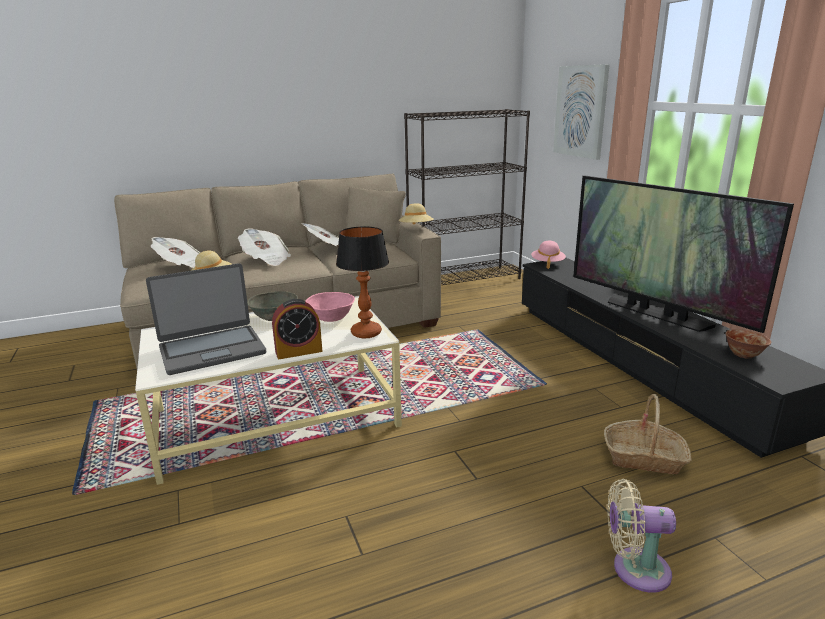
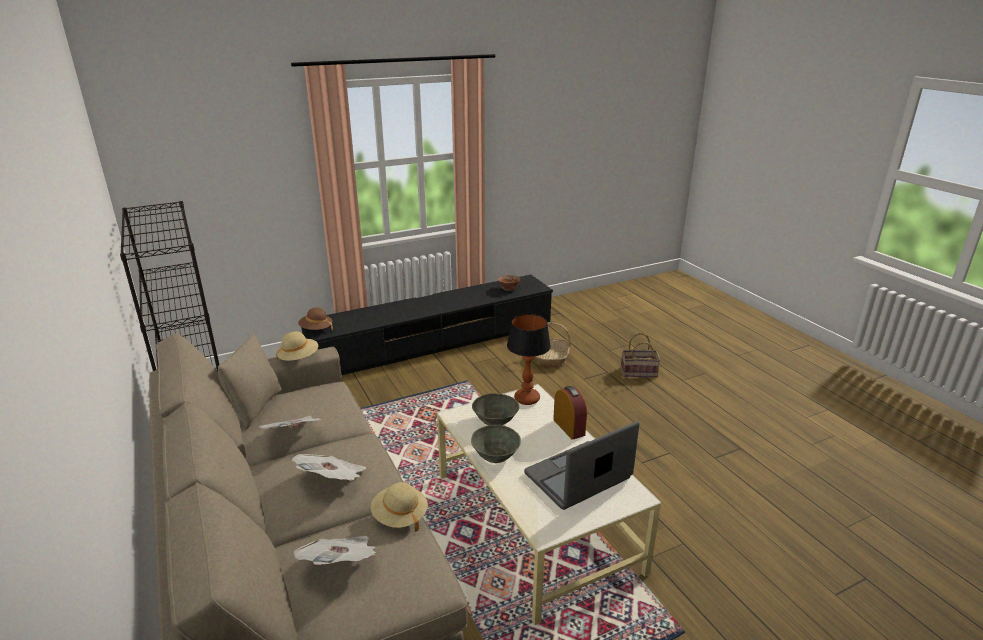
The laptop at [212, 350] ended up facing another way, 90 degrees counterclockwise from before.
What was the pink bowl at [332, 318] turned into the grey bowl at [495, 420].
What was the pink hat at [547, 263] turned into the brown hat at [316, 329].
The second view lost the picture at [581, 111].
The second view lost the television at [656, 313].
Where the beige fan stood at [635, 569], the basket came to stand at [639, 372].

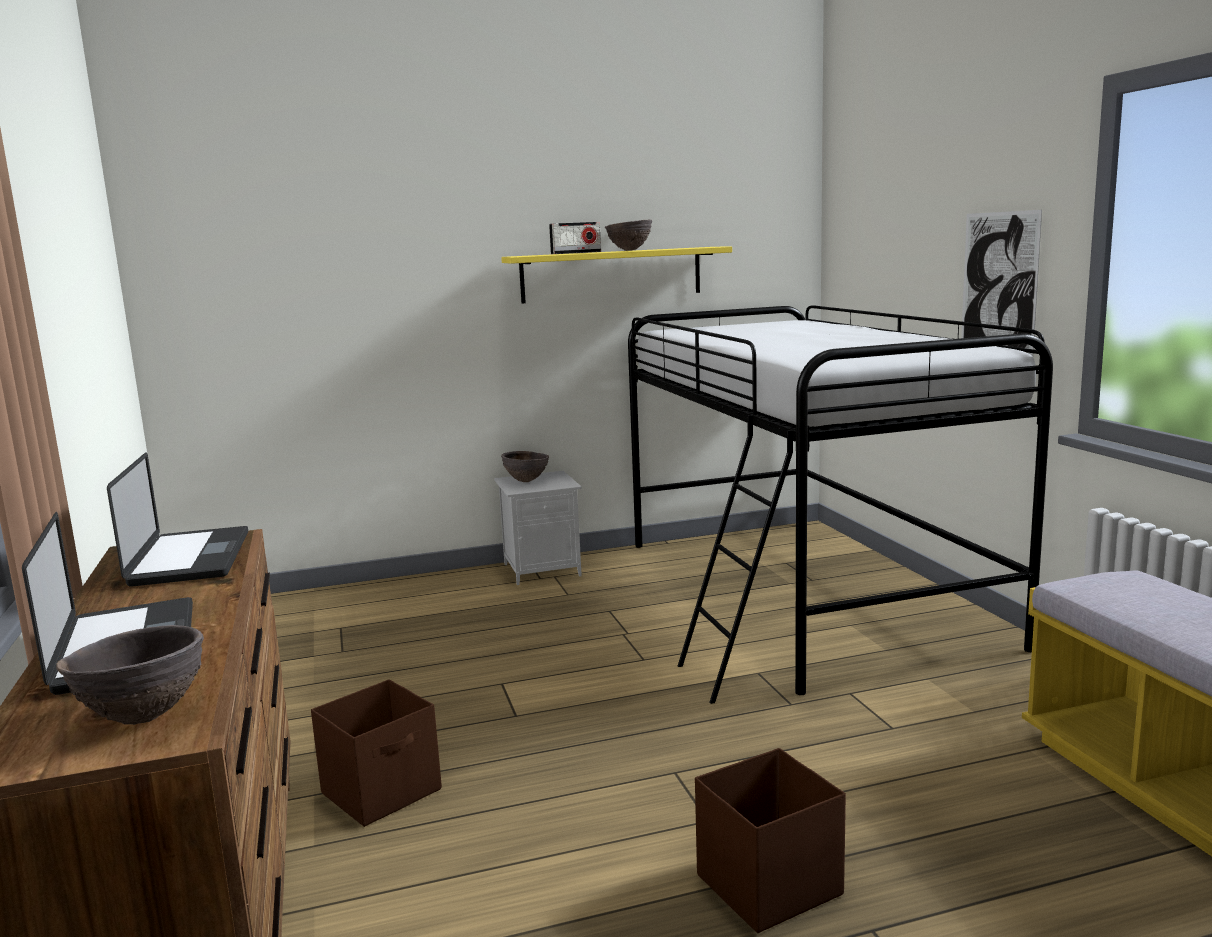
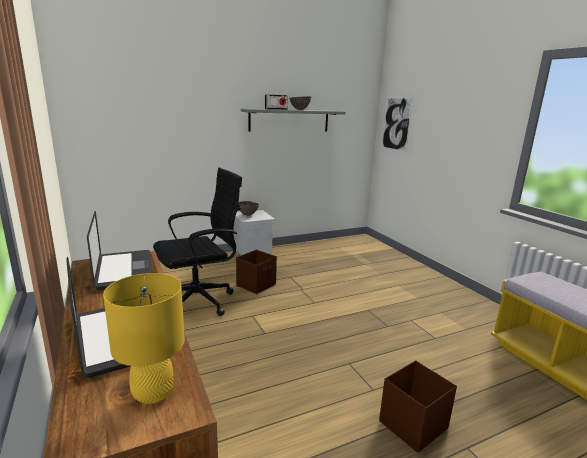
Where the brown bowl stood at [144, 716], the yellow table lamp came to stand at [154, 395].
The brown storage box ended up elsewhere, having gone from [383, 791] to [256, 285].
What was the yellow shelf at [611, 274] turned into the grey shelf at [289, 120].
The second view lost the black bed at [800, 592].
The picture ended up elsewhere, having gone from [998, 287] to [396, 123].
The second view gained the black office chair at [200, 301].

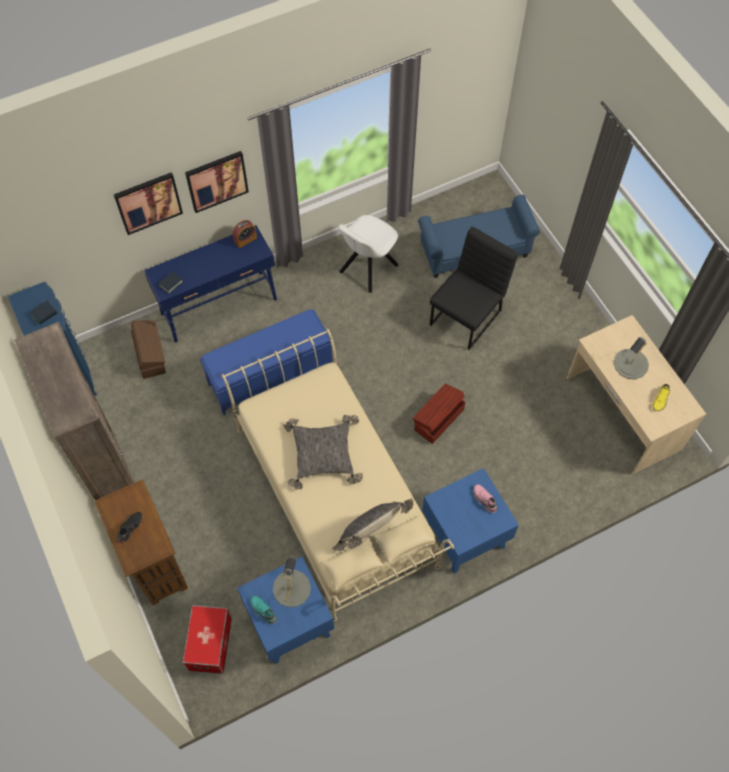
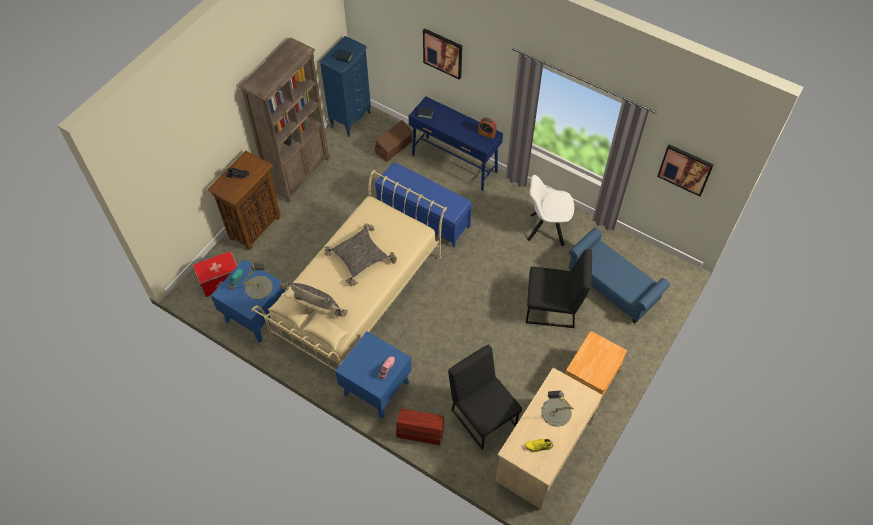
The picture ended up elsewhere, having gone from [217, 181] to [685, 169].
The brown storage box ended up elsewhere, having gone from [438, 419] to [419, 431].
The second view gained the black chair at [483, 416].
The second view gained the brown nightstand at [590, 379].

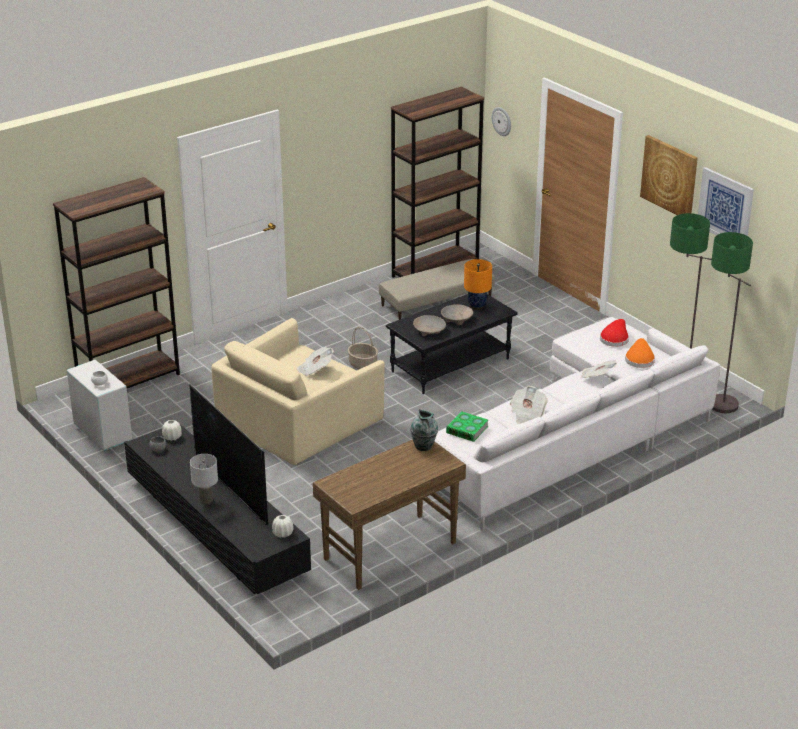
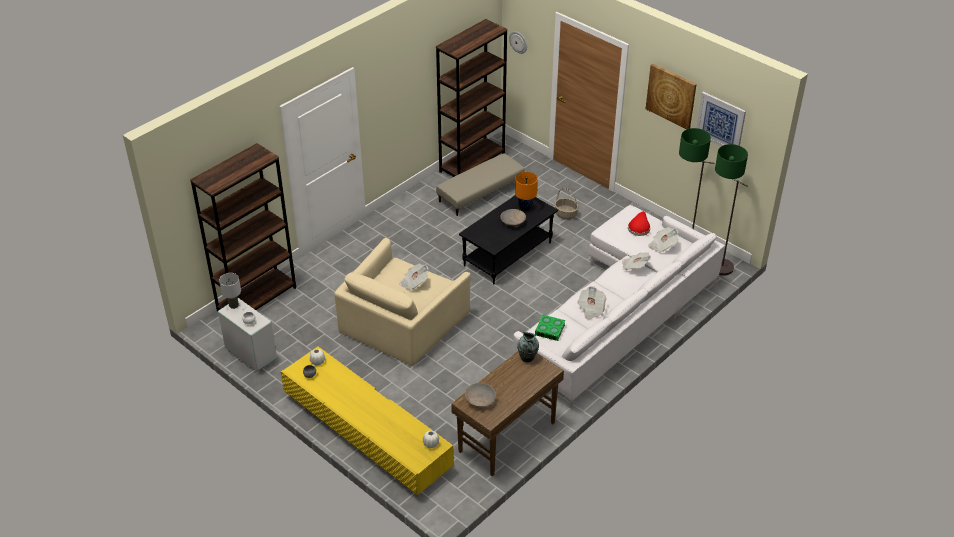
What was the black tv stand at [215, 528] turned into the yellow tv stand at [366, 433].
The second view lost the television at [231, 490].
The white table lamp ended up elsewhere, having gone from [207, 501] to [234, 305].
The basket ended up elsewhere, having gone from [363, 364] to [566, 214].
The beige bowl ended up elsewhere, having gone from [429, 330] to [480, 399].
Where the orange hat stood at [639, 359], the newspaper came to stand at [662, 245].

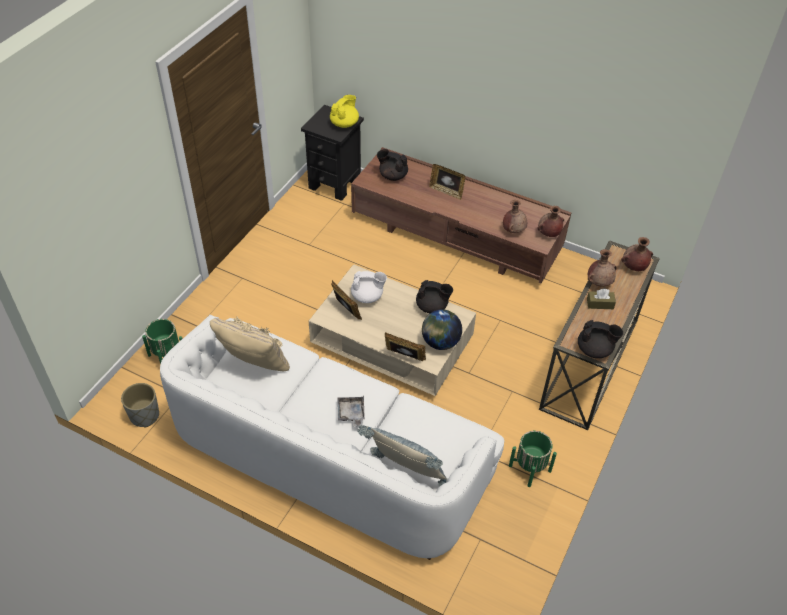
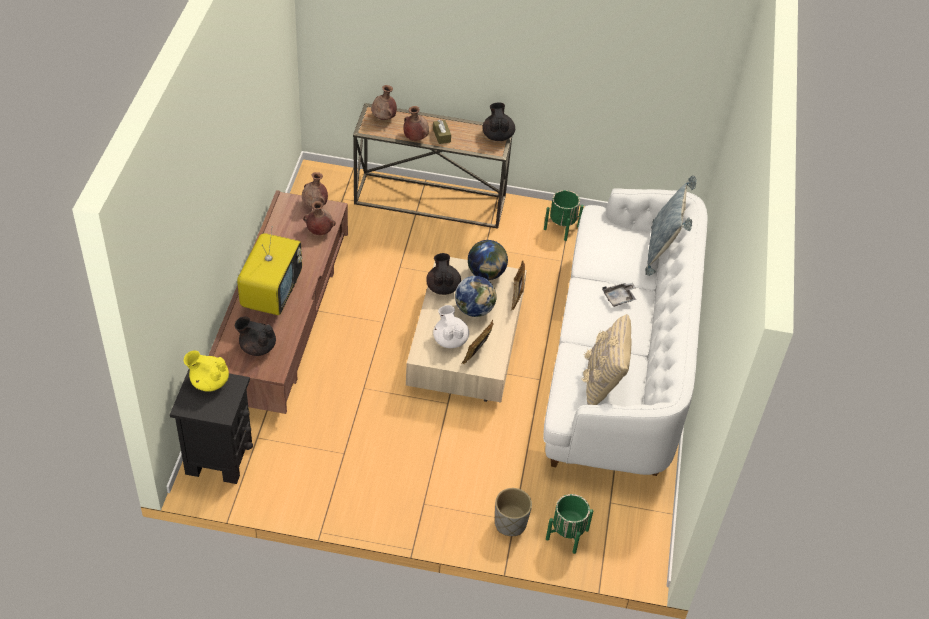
The grey planter ended up elsewhere, having gone from [144, 416] to [510, 523].
The black teapot at [392, 176] ended up facing another way, 105 degrees clockwise from before.
Where the picture frame stood at [446, 191], the television came to stand at [271, 293].
The second view gained the globe at [474, 309].

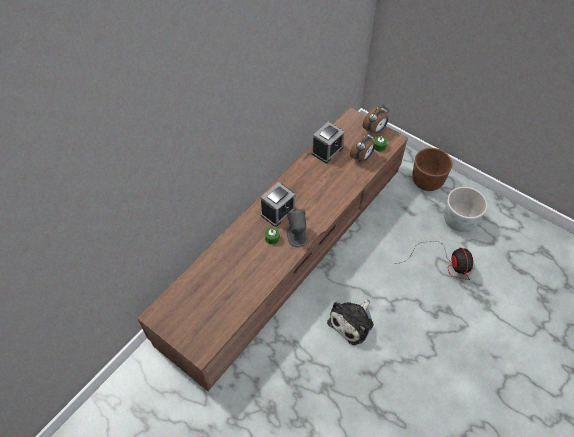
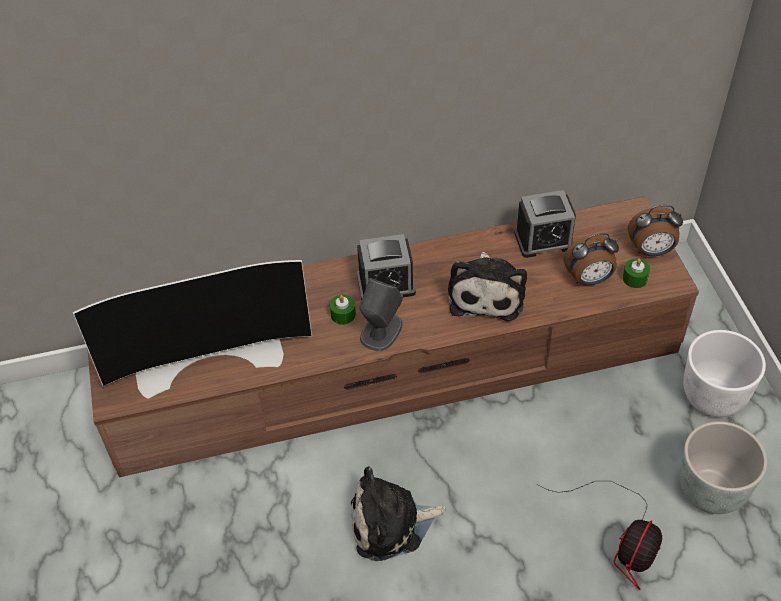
What was the brown planter at [427, 182] turned into the white planter at [714, 397].
The second view gained the television at [209, 356].
The second view gained the plush toy at [486, 293].

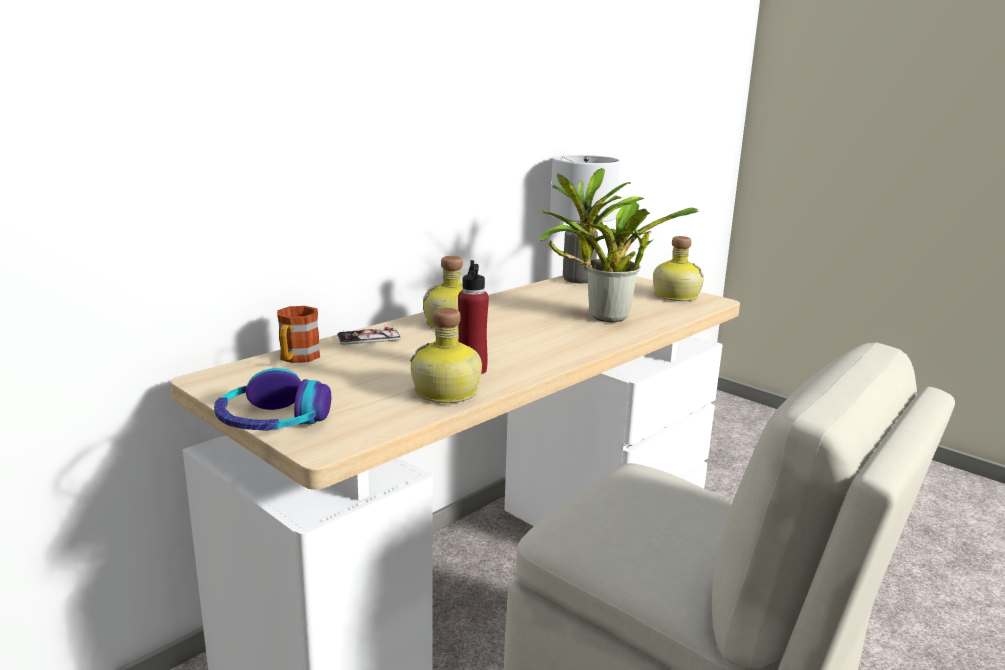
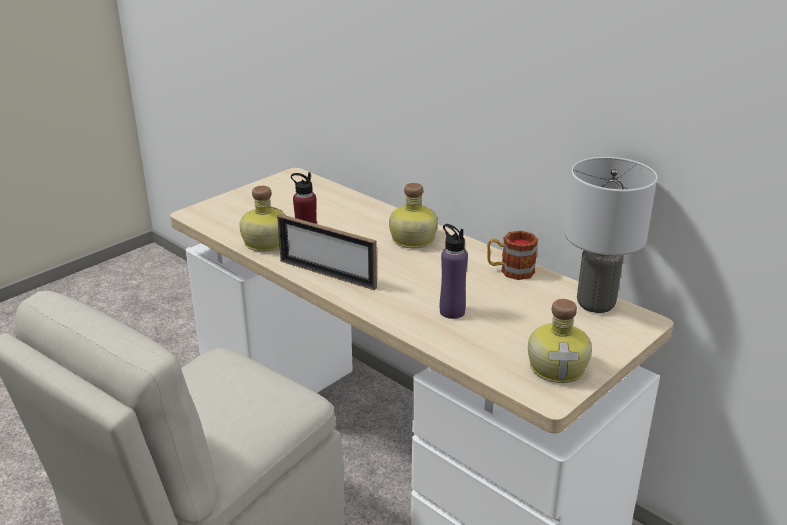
The second view lost the headphones at [272, 422].
The mug ended up elsewhere, having gone from [296, 359] to [510, 271].
The second view lost the phone at [368, 338].
Where the potted plant stood at [602, 317], the purple bottle came to stand at [452, 311].
The second view gained the picture frame at [327, 274].

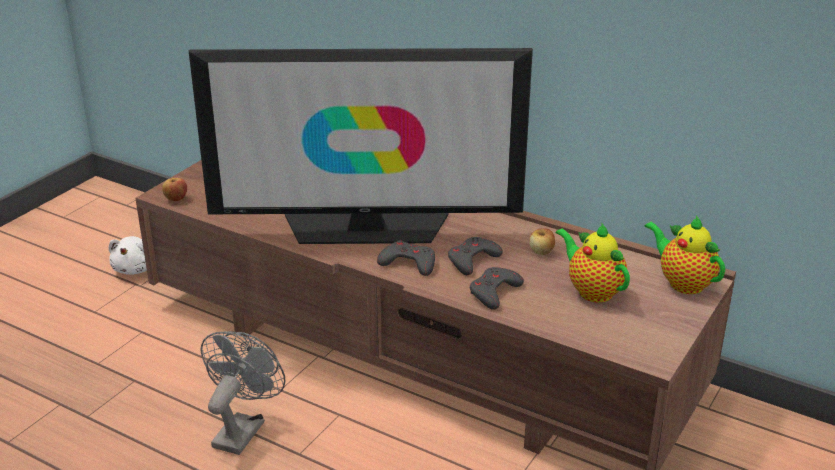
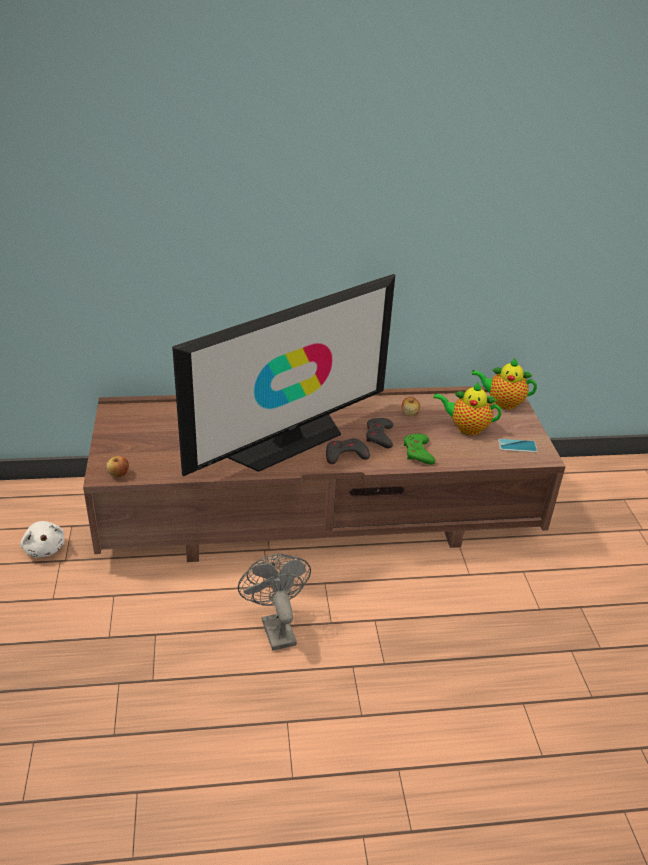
What was the grey game controller at [494, 292] turned into the green game controller at [418, 452].
The second view gained the phone at [517, 446].

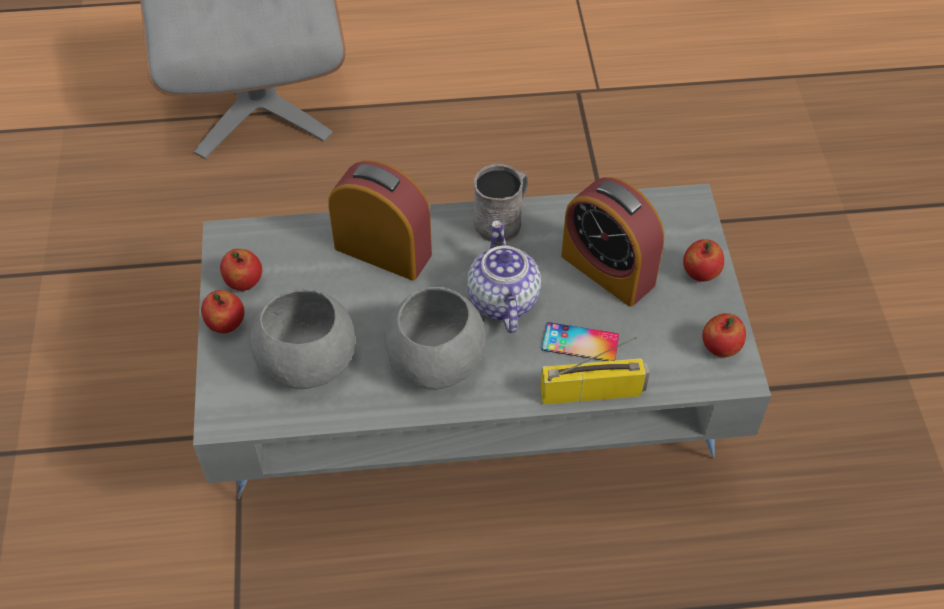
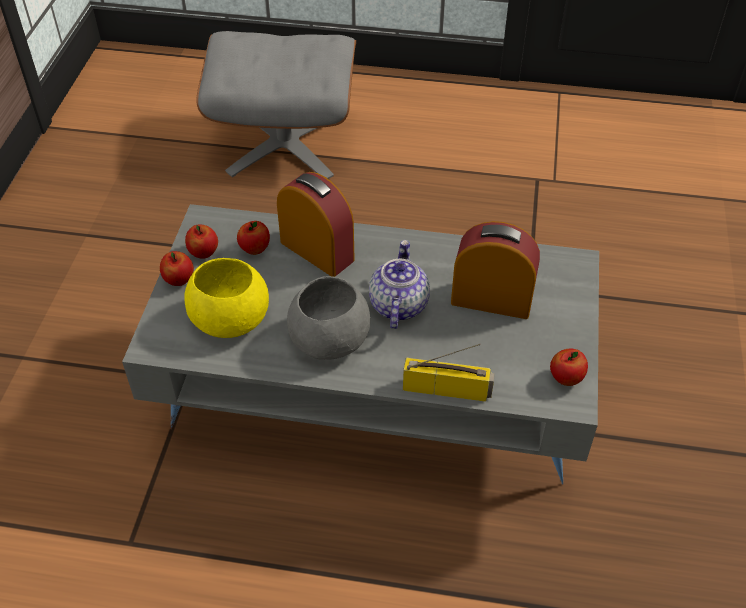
What was the grey bowl at [305, 360] turned into the yellow bowl at [228, 318].
The second view lost the grey mug at [502, 220].
The second view lost the phone at [580, 342].
The alarm clock at [607, 270] ended up facing another way, 135 degrees clockwise from before.
The apple ended up elsewhere, having gone from [700, 273] to [254, 249].

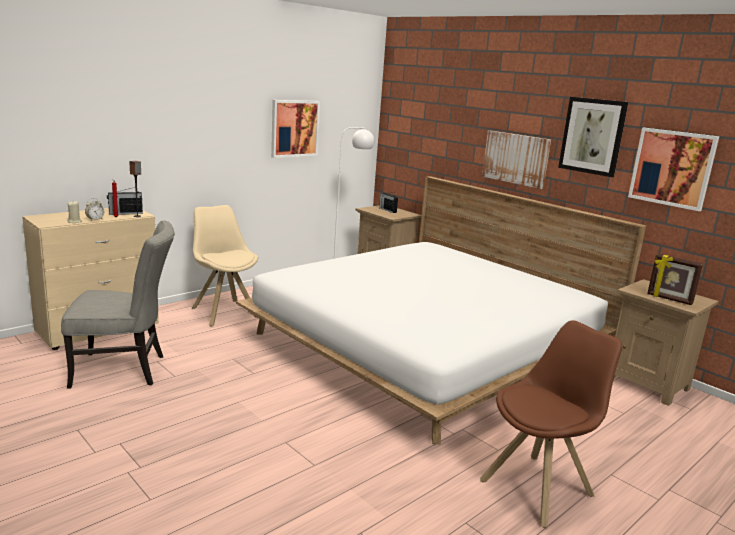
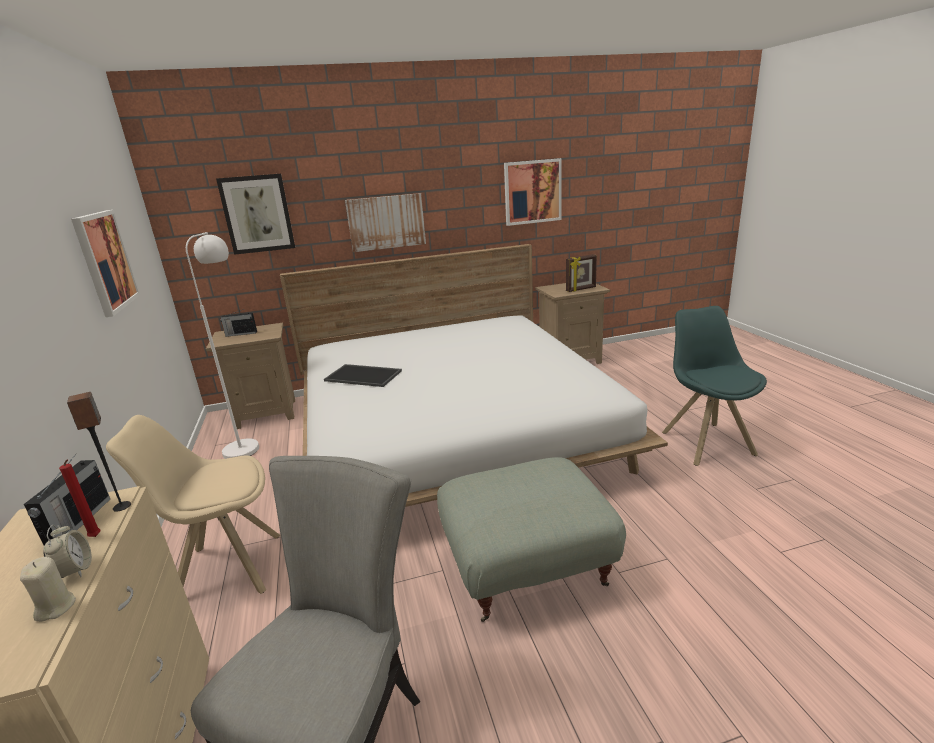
What was the brown chair at [538, 488] turned into the turquoise chair at [706, 443].
The picture ended up elsewhere, having gone from [592, 136] to [257, 214].
The second view gained the tray at [364, 375].
The second view gained the grey ottoman at [527, 567].

